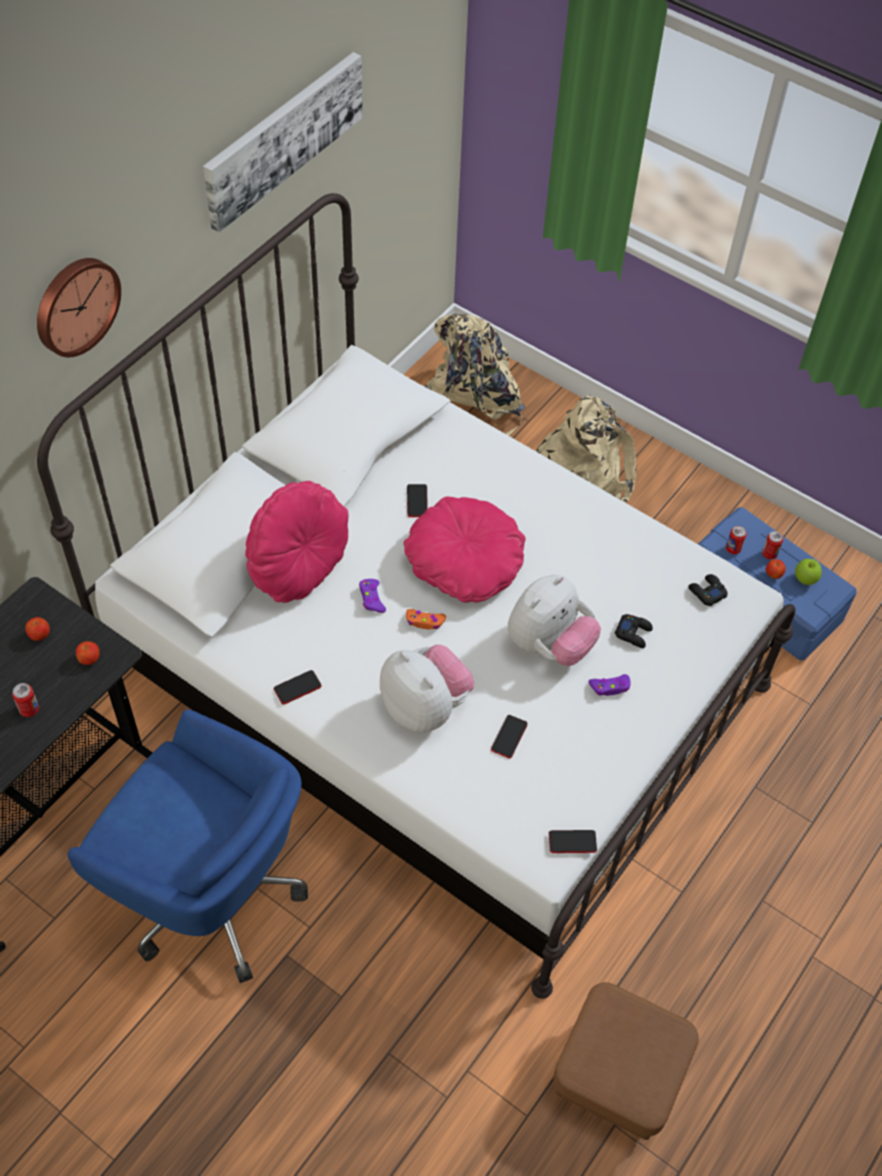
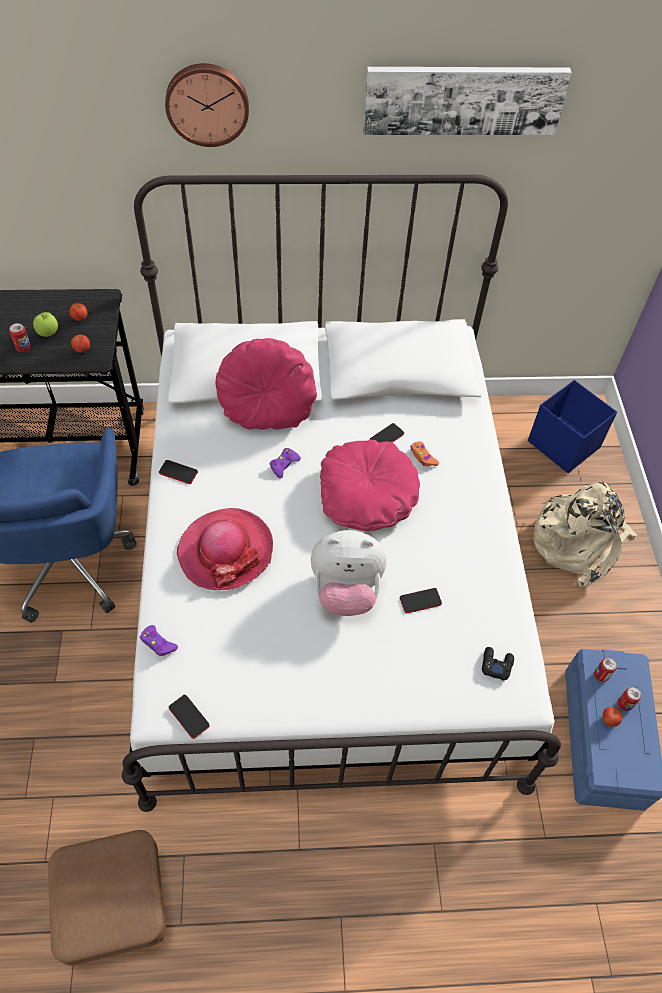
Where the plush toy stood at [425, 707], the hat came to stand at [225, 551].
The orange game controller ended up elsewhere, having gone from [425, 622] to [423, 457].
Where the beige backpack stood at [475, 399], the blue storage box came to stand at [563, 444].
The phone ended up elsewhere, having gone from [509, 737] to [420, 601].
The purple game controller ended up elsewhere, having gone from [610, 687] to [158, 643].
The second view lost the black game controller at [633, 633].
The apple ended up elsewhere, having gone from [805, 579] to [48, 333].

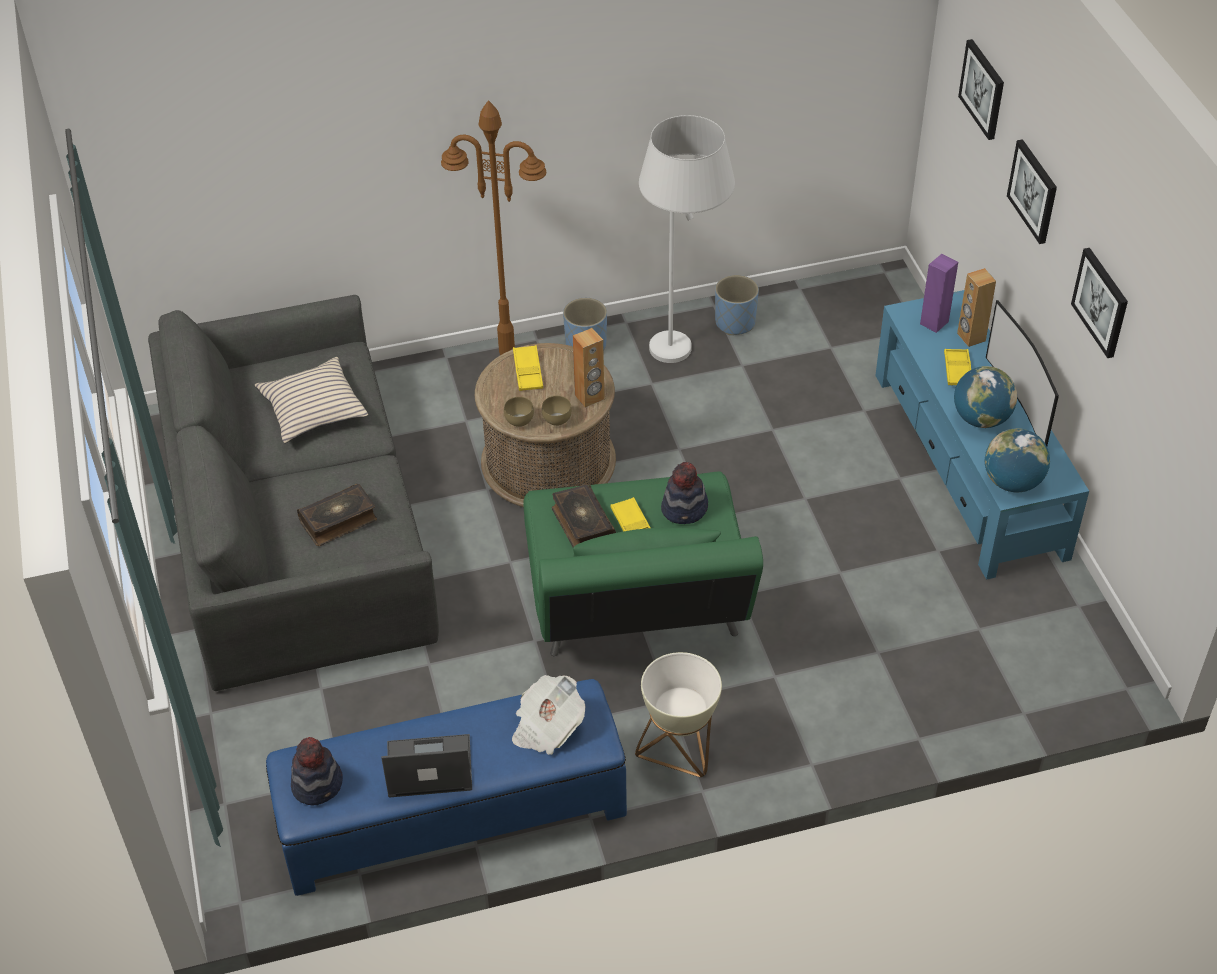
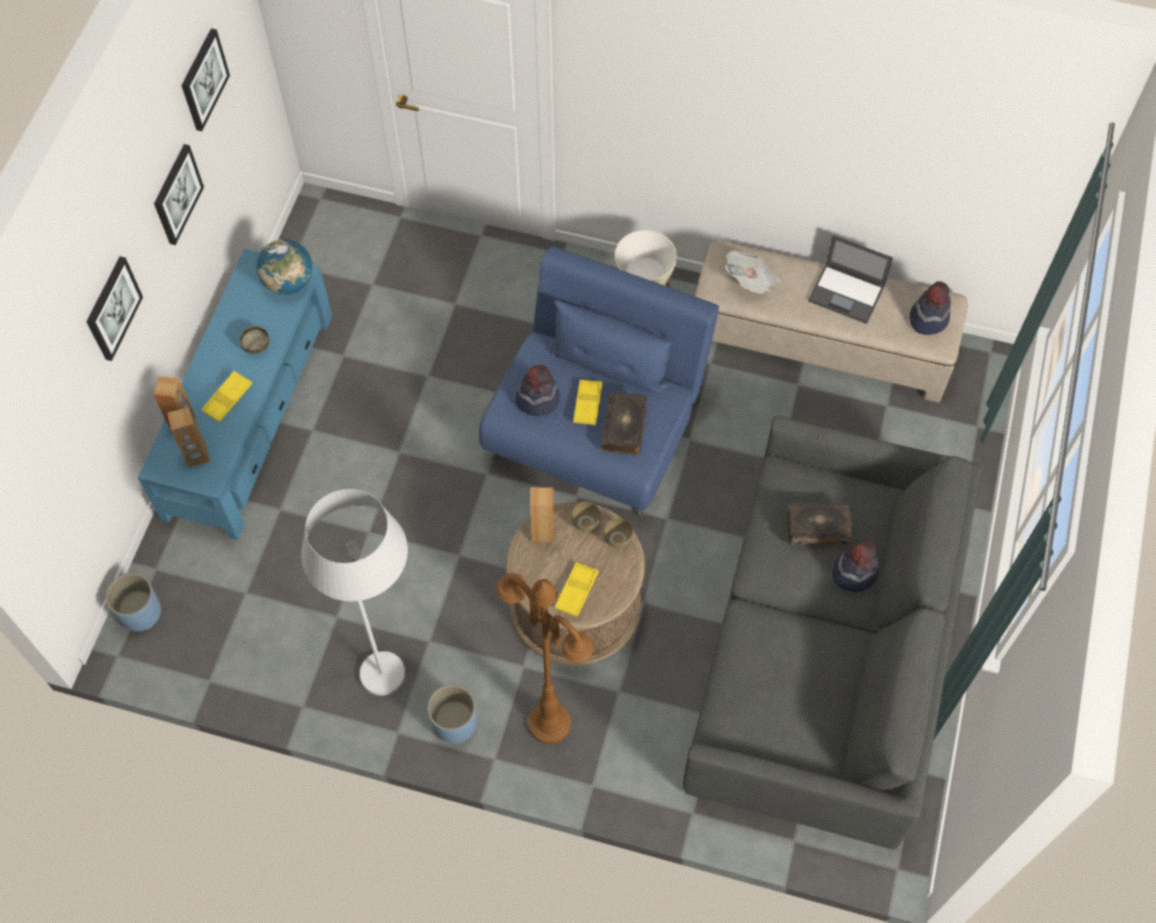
The second view lost the beige pillow at [312, 409].
What was the blue bench at [451, 814] turned into the beige bench at [821, 340].
What was the green armchair at [638, 608] turned into the blue armchair at [596, 425].
The blue planter ended up elsewhere, having gone from [735, 323] to [140, 612].
What was the purple speaker at [934, 322] turned into the brown speaker at [197, 456].
Where the globe stood at [981, 419], the bowl came to stand at [256, 345].
The picture ended up elsewhere, having gone from [983, 89] to [203, 79].
The second view lost the television at [1020, 402].
The second view gained the hat at [854, 573].

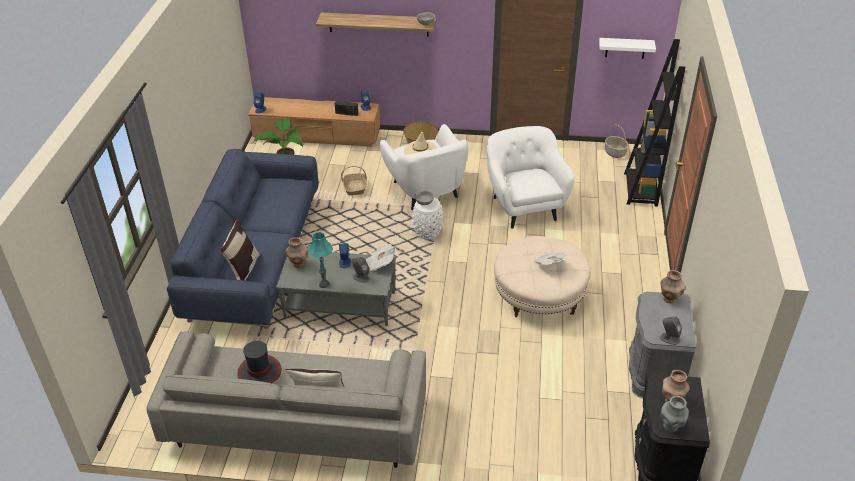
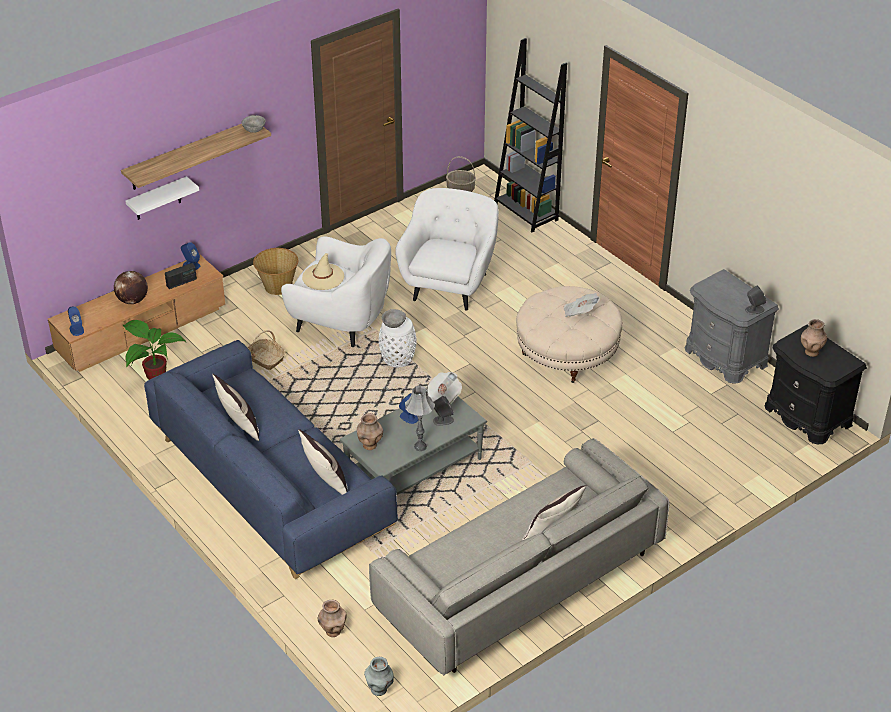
The second view lost the hat at [259, 372].
What was the turquoise table lamp at [324, 284] turned into the grey table lamp at [420, 446].
The white armchair at [524, 206] ended up facing another way, 75 degrees clockwise from before.
The white shelf ended up elsewhere, having gone from [625, 48] to [157, 199].
The brown vase ended up elsewhere, having gone from [669, 299] to [333, 631].
The grey vase ended up elsewhere, having gone from [671, 426] to [379, 690].
The second view gained the globe at [132, 301].
The second view gained the pillow at [239, 427].

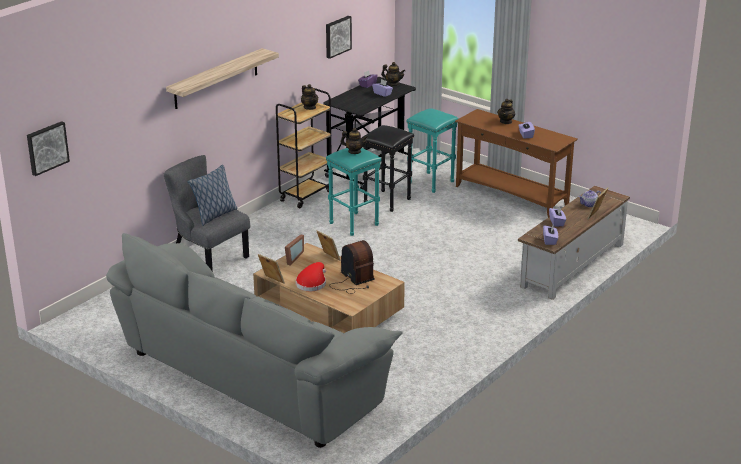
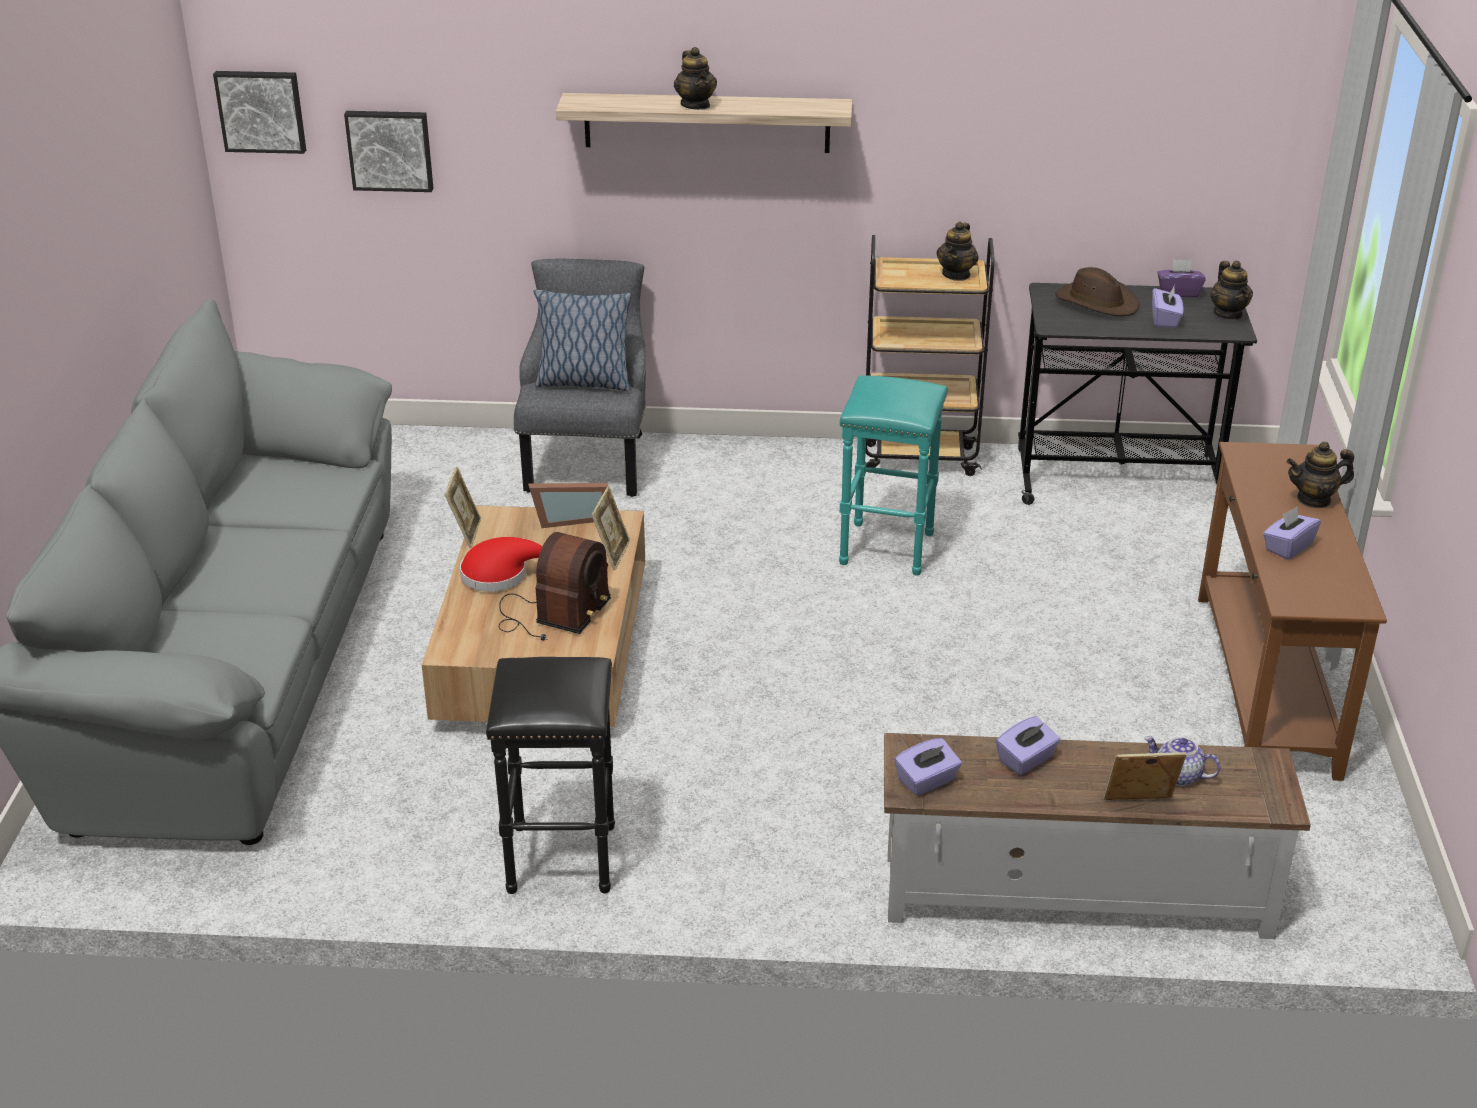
The picture ended up elsewhere, having gone from [337, 36] to [390, 150].
The teapot ended up elsewhere, having gone from [354, 152] to [695, 105].
The black stool ended up elsewhere, having gone from [386, 201] to [559, 856].
The second view lost the turquoise stool at [431, 182].
The second view gained the brown hat at [1096, 302].

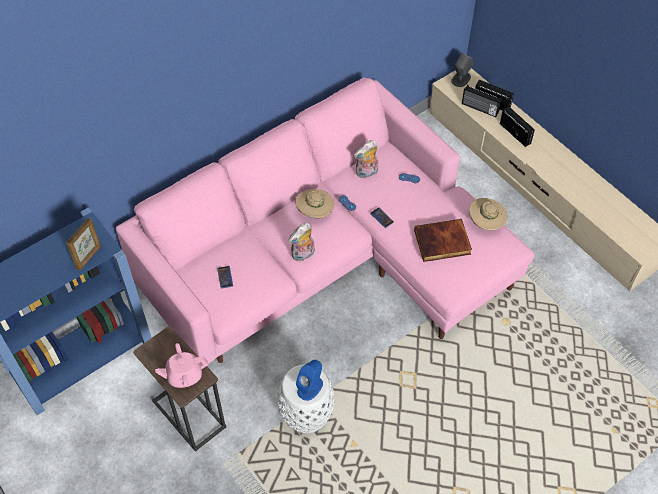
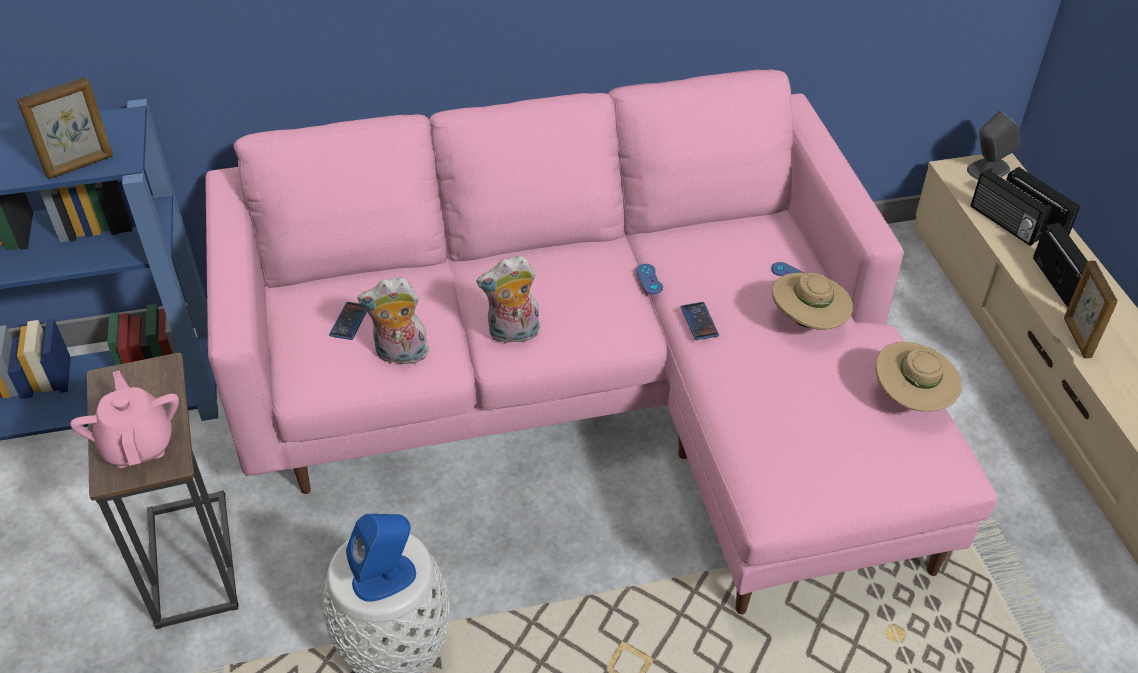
The pink teapot at [184, 375] ended up facing another way, 60 degrees clockwise from before.
The beige hat ended up elsewhere, having gone from [315, 212] to [807, 322].
The plush toy ended up elsewhere, having gone from [366, 173] to [400, 355].
The second view lost the book at [442, 243].
The second view gained the picture frame at [1076, 337].

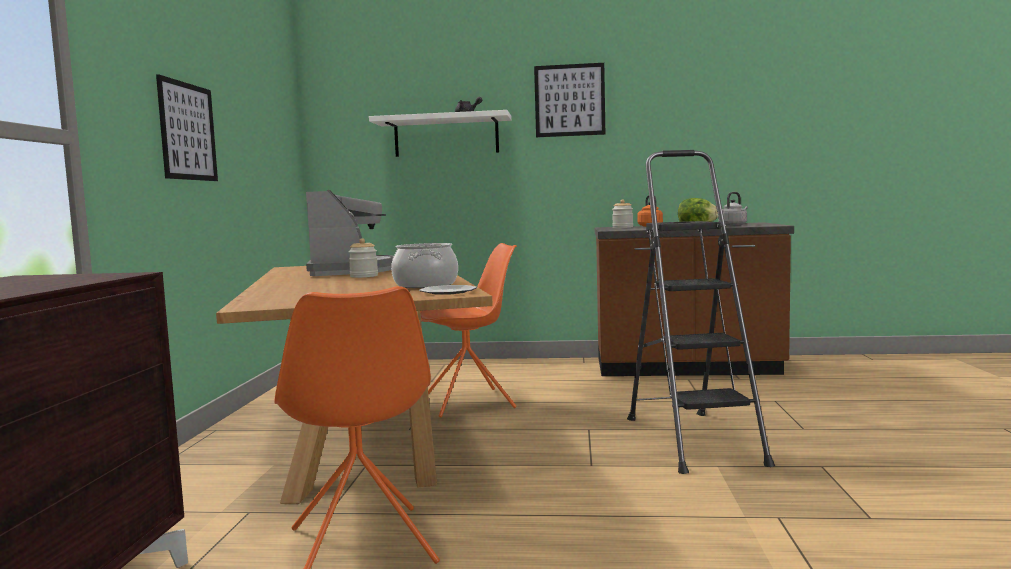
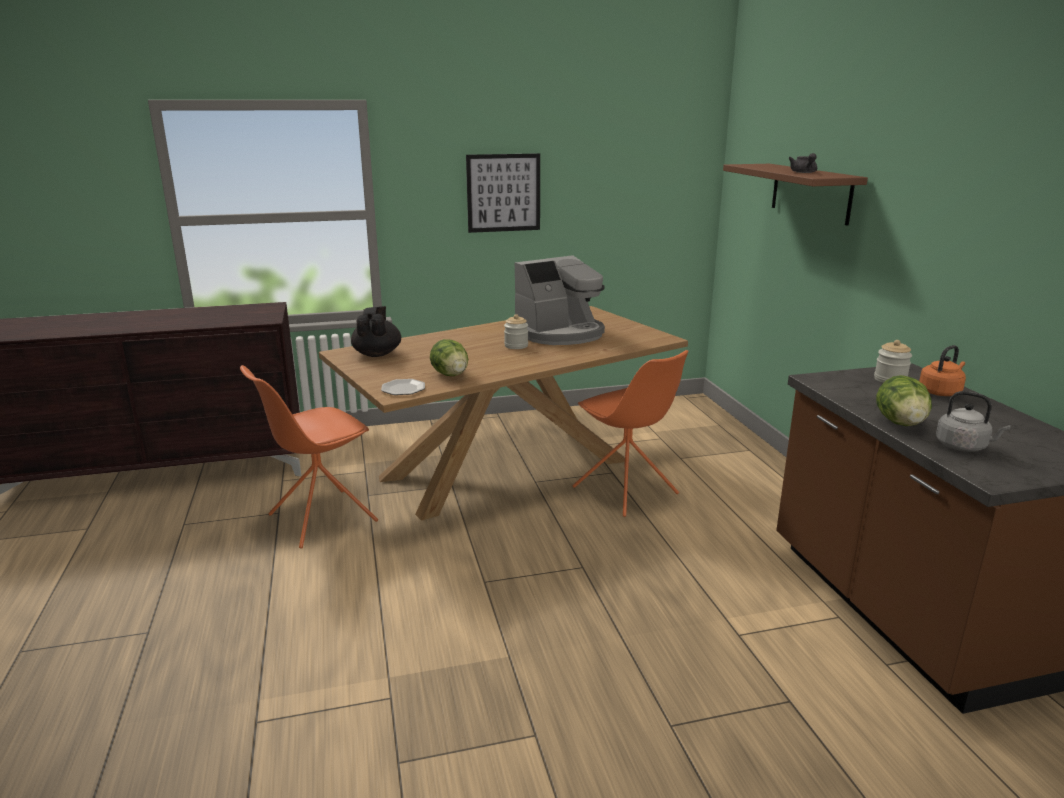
What was the white shelf at [446, 136] turned into the brown shelf at [810, 193].
Where the cooking pot stood at [425, 285], the lettuce came to stand at [450, 375].
The second view lost the picture at [569, 100].
The second view lost the step ladder at [692, 438].
The second view gained the black teapot at [377, 354].

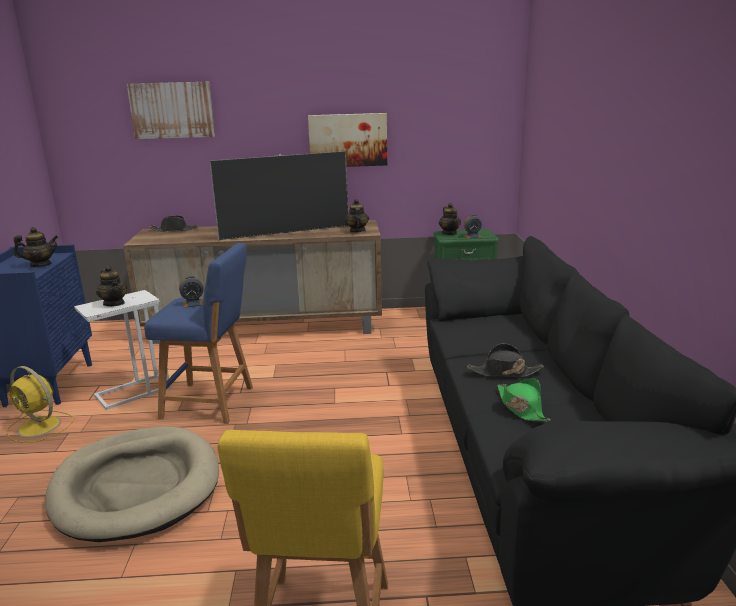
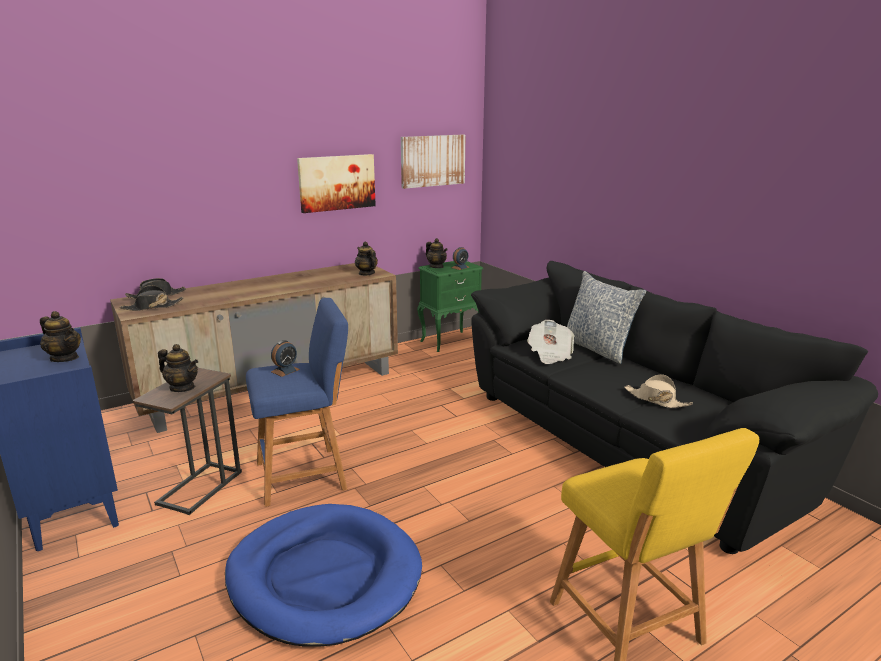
The second view lost the yellow fan at [40, 427].
The teapot at [40, 265] ended up facing another way, 75 degrees clockwise from before.
What was the beige dog bed at [136, 487] turned into the blue dog bed at [324, 577].
What was the white side table at [133, 392] turned into the brown side table at [200, 487].
The picture ended up elsewhere, having gone from [172, 110] to [432, 160].
The second view lost the television at [285, 233].
The black hat ended up elsewhere, having gone from [504, 372] to [152, 307].
What was the green hat at [521, 407] turned into the beige hat at [656, 400].
The second view gained the newspaper at [550, 354].
The second view gained the pillow at [597, 349].

